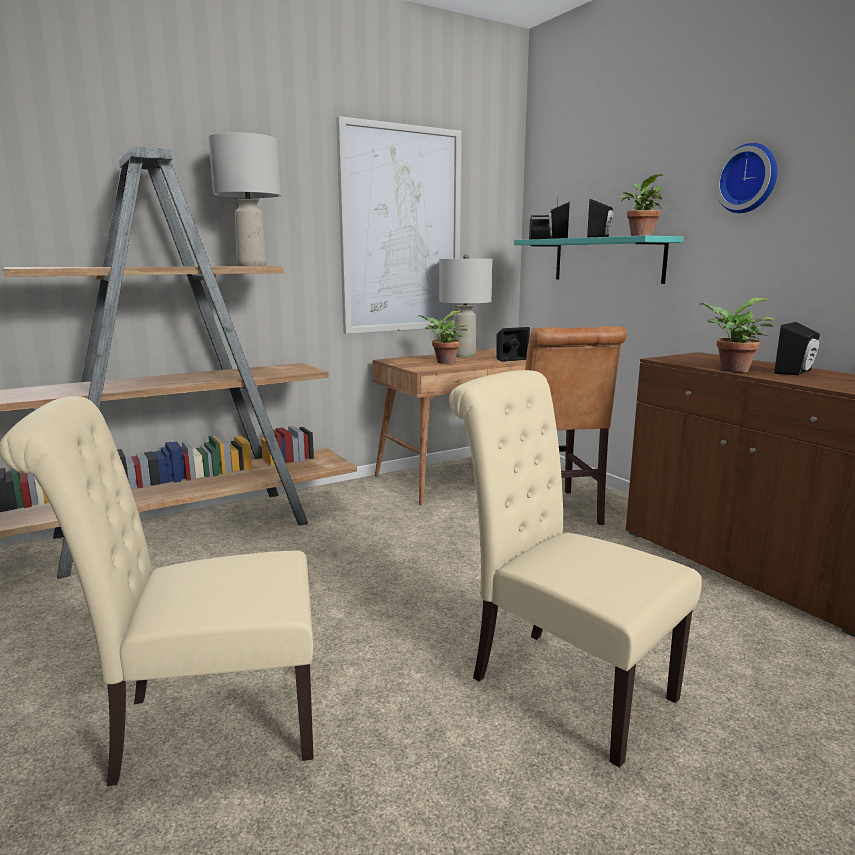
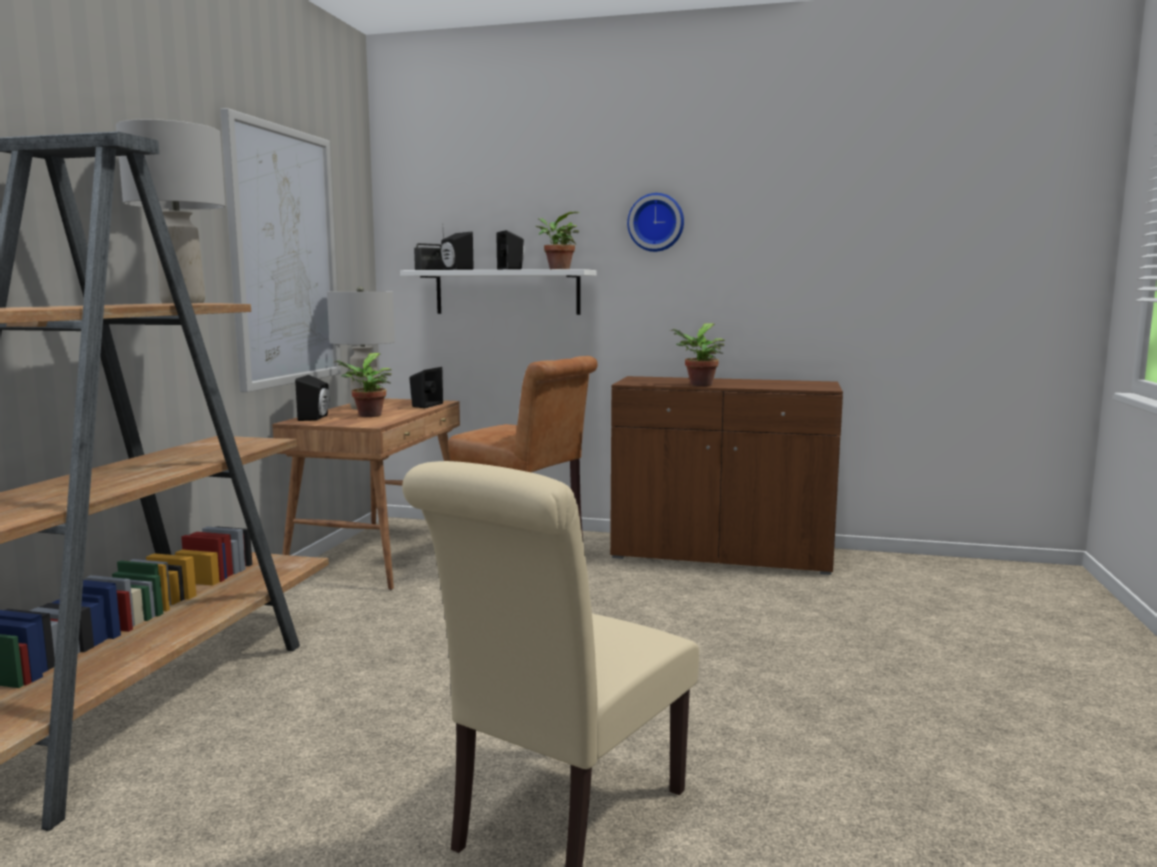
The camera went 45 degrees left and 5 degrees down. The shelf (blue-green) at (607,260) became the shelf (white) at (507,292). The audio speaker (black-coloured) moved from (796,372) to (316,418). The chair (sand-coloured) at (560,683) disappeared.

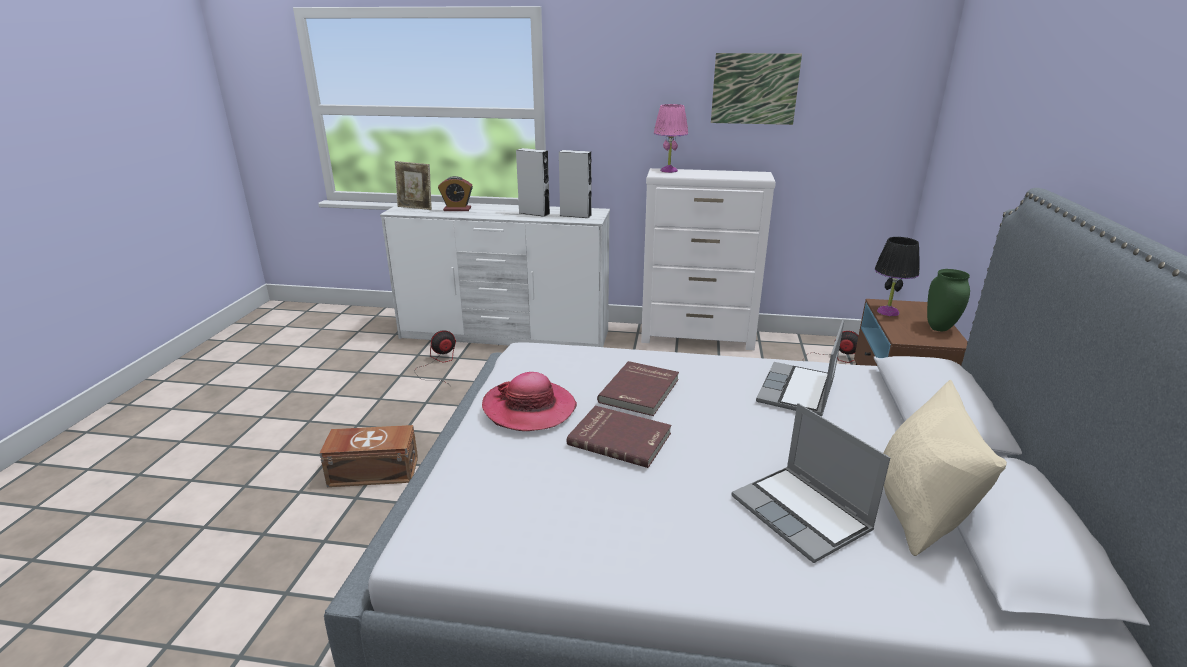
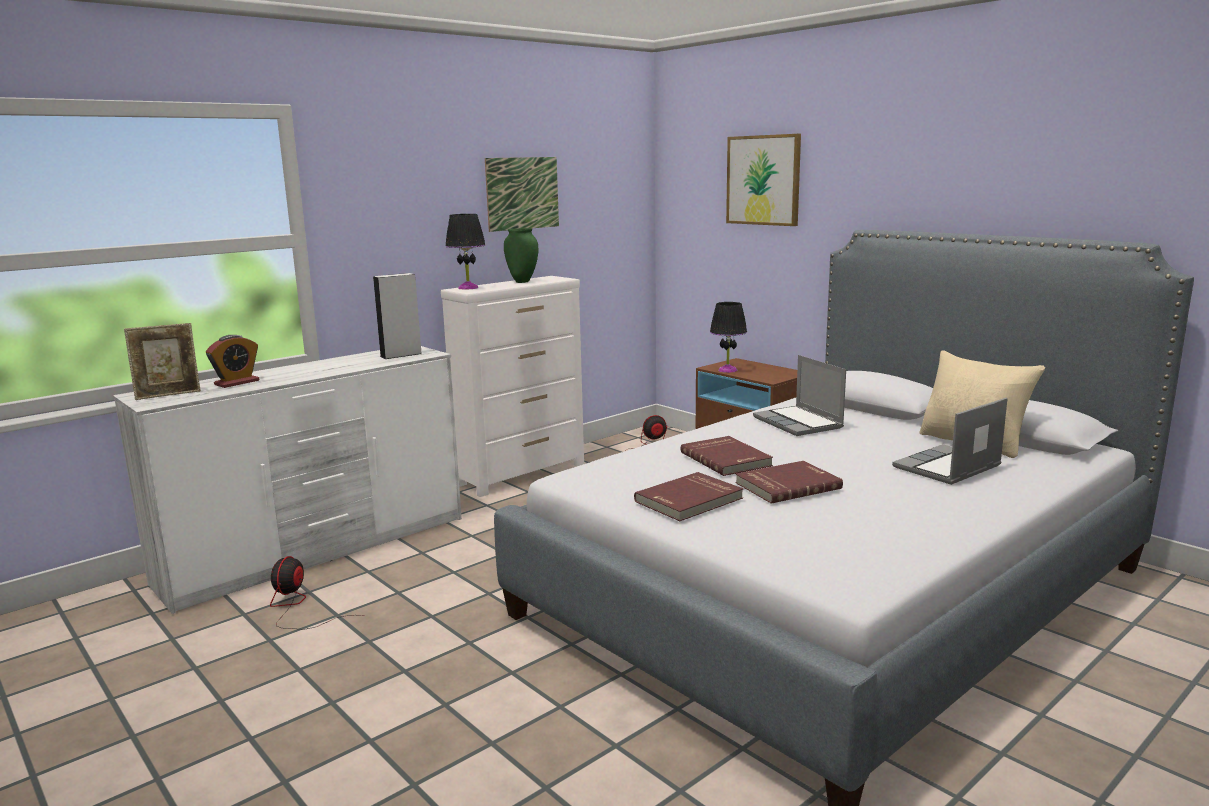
The camera went 50 degrees left and 10 degrees down. The tabletop lamp (pink-coloured) at (668,170) became the tabletop lamp (black-coloured) at (467,288). The audio speaker (gray) at (534,213) disappeared. The decorative vase (green) moved from (940,328) to (523,281). The wearable hat at (529,408) was replaced by the volume (red-coloured) at (690,500). The portable computer at (802,514) turned 135 degrees clockwise. The storage container (brownish) at (372,471) disappeared. The picture at (763,180) appeared.

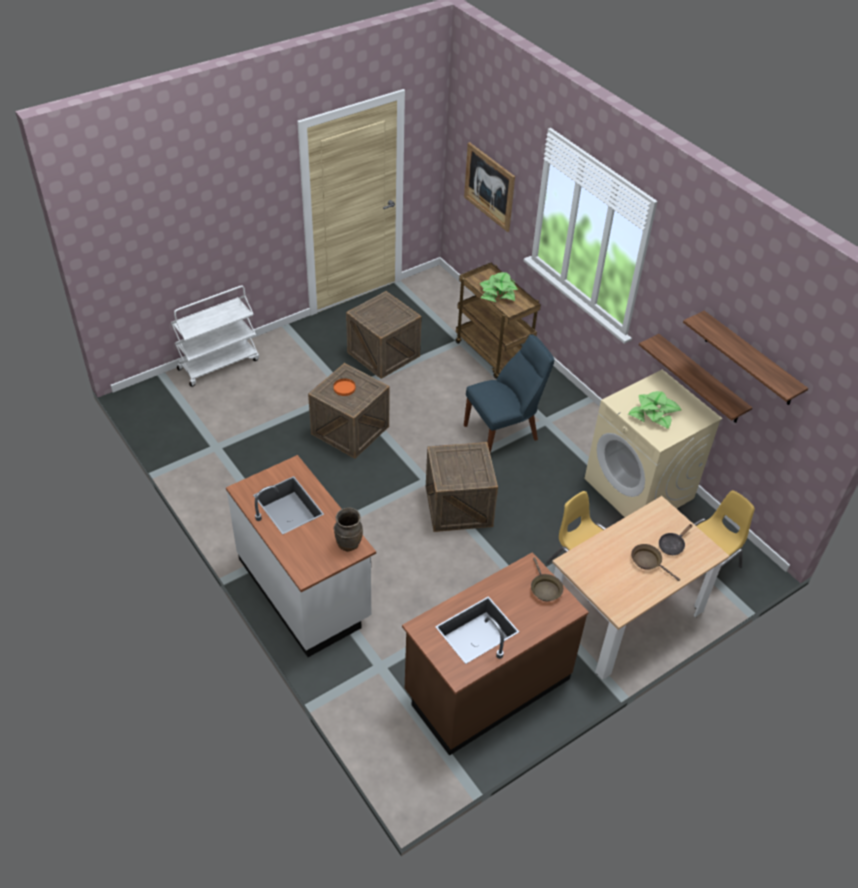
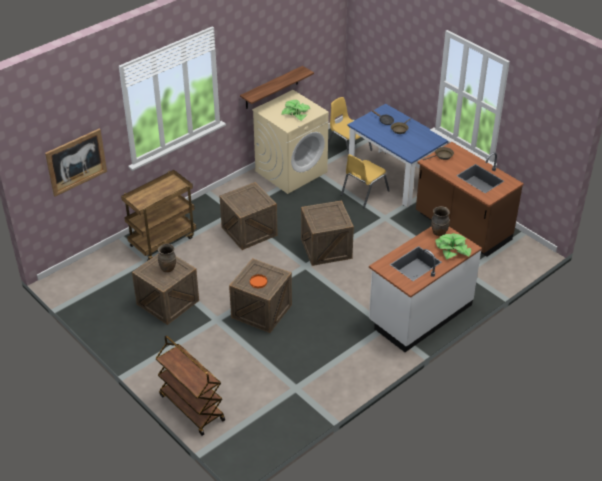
The camera went 95 degrees left and 5 degrees down. The houseplant moved from (498,293) to (452,250). The cart (white) at (219,364) became the cart (brownish) at (191,407). The shelf at (750,359) disappeared. The chair (blue-coloured) at (504,432) was replaced by the shipping crate at (249,231). The kitchen table (sand-coloured) at (624,615) became the kitchen table (blue-coloured) at (394,178). The decorative vase (brownish) at (168,268) appeared.

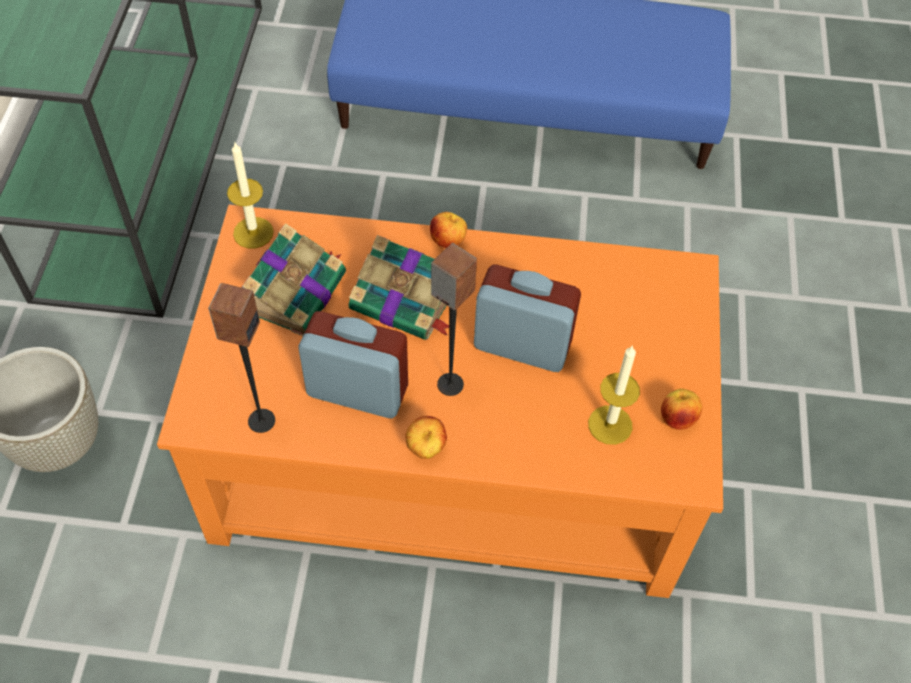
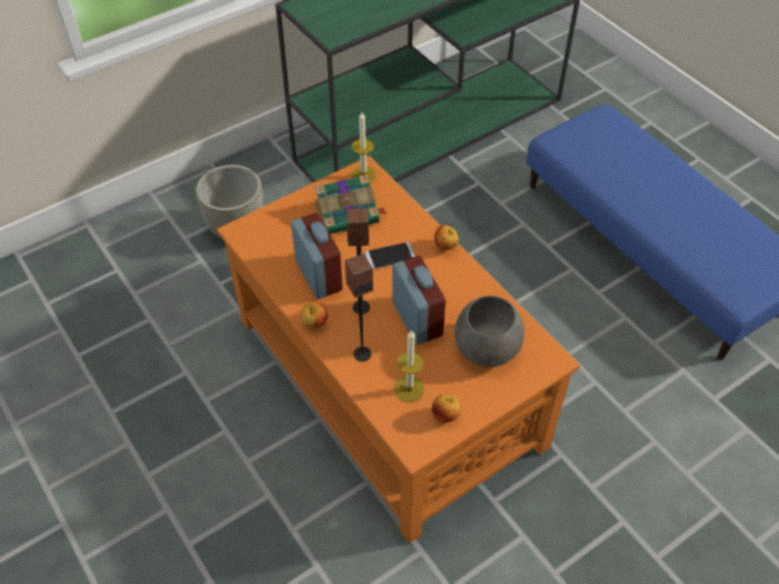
The camera went 50 degrees right and 5 degrees down. The volume at (406,301) was replaced by the phone at (390,256). The audio speaker moved from (261,420) to (362,353). The serving bowl (gray) at (487,348) appeared.

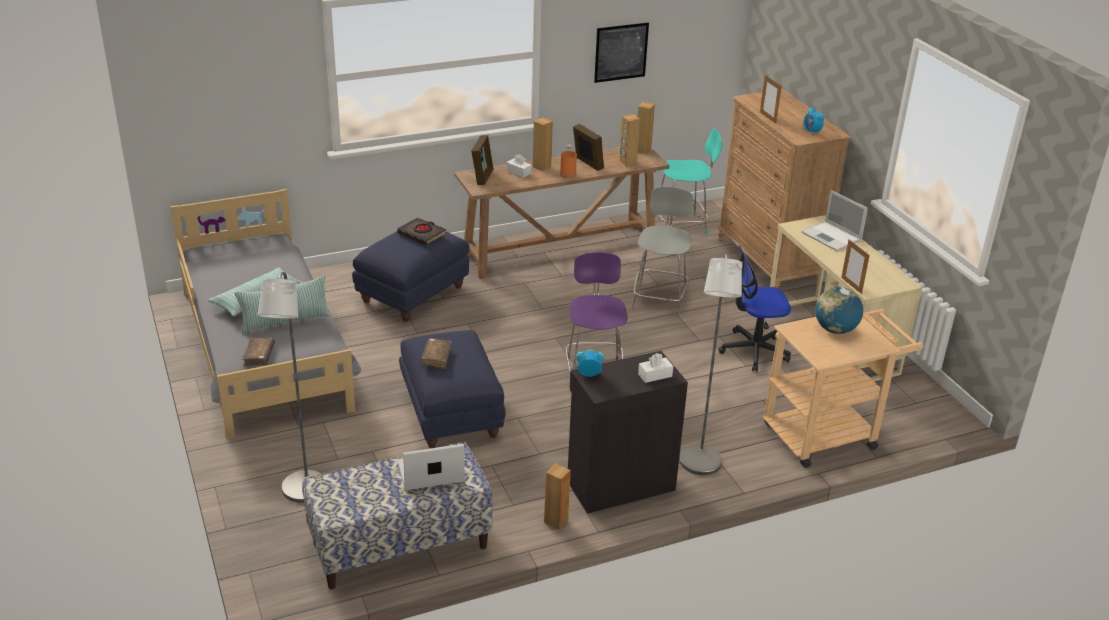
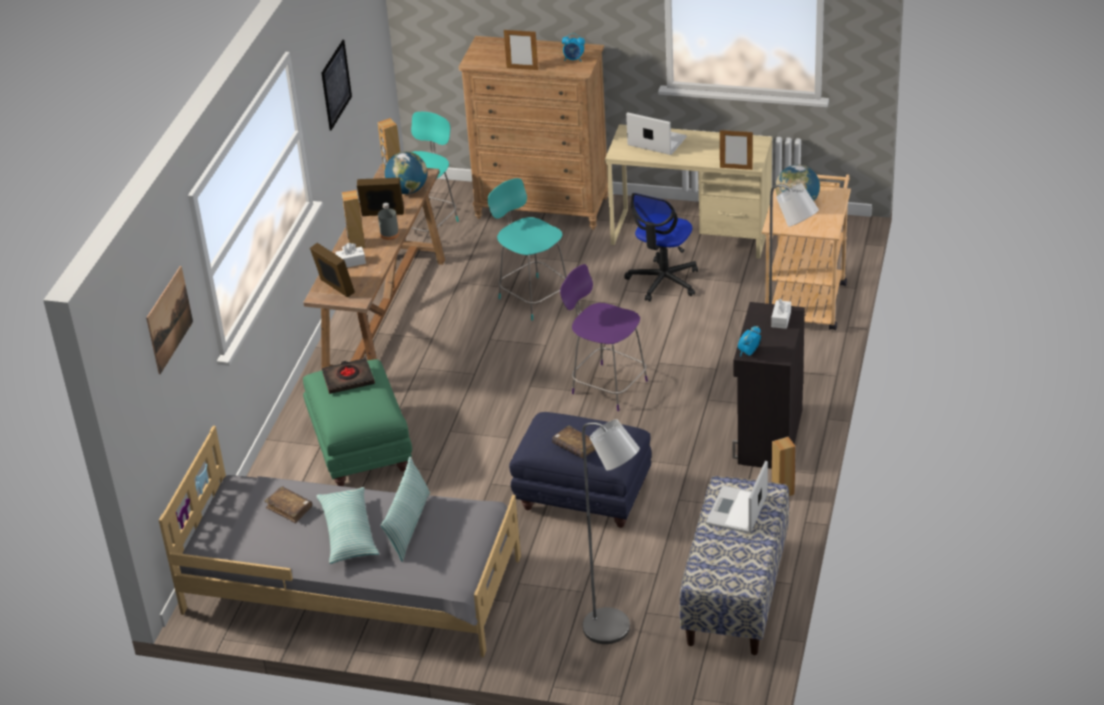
The camera went 50 degrees left and 5 degrees up. The audio speaker (brownish) at (627,162) was replaced by the world globe at (408,190). The drink bottle (orange-coloured) at (568,174) became the drink bottle (gray) at (389,234). The chair (gray) at (659,299) became the chair (blue-green) at (533,297). The portable computer at (832,237) turned 150 degrees counterclockwise. The footrest (blue-coloured) at (413,294) became the footrest (green) at (360,447). The volume (brownish) moved from (259,356) to (289,508). The picture at (169,319) appeared.

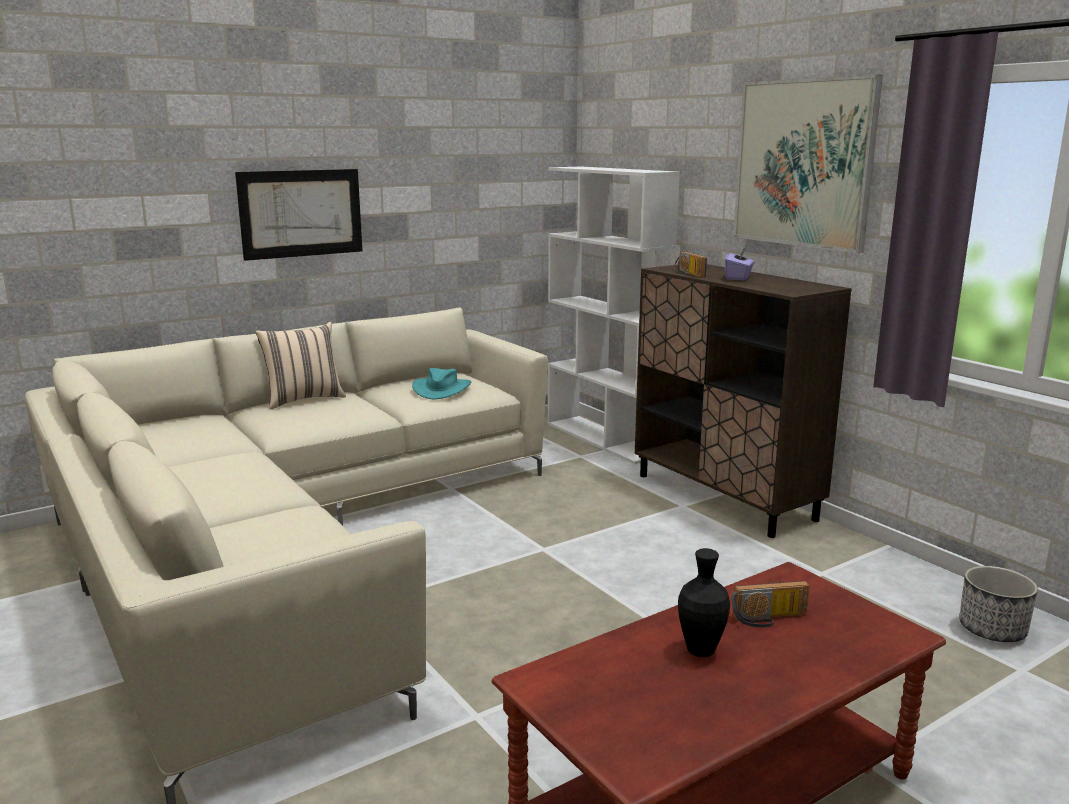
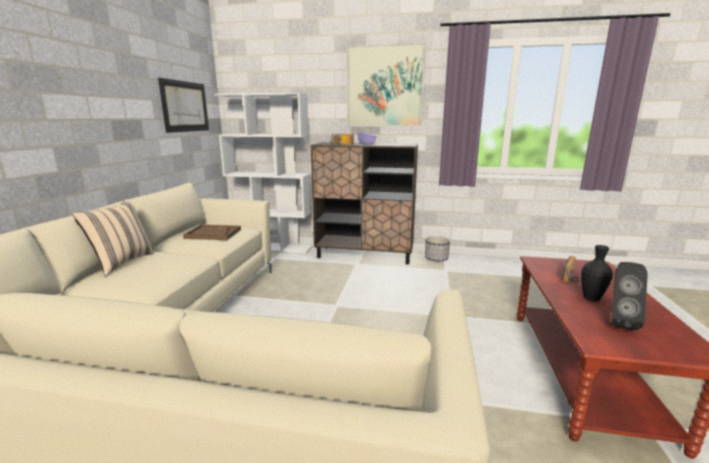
The camera went 45 degrees left and 0 degrees up. The picture moved from (301,213) to (185,106). The wearable hat (blue-green) at (441,389) was replaced by the serving tray (brownish) at (213,234). The plant pot moved from (992,630) to (436,259). The audio speaker (black-coloured) at (618,322) appeared.

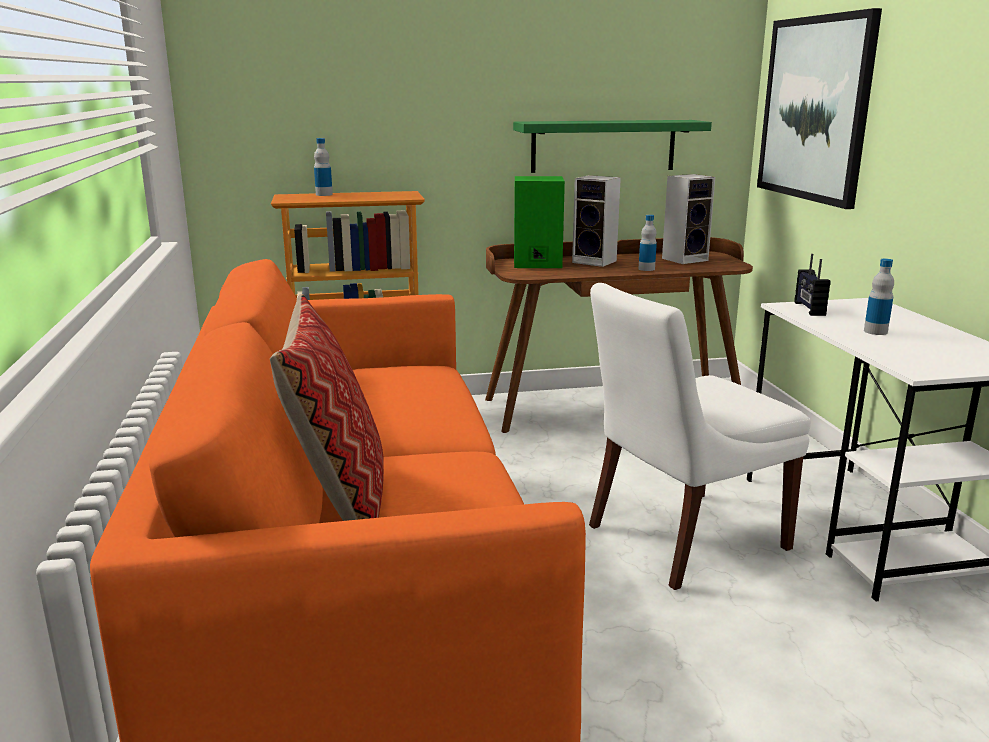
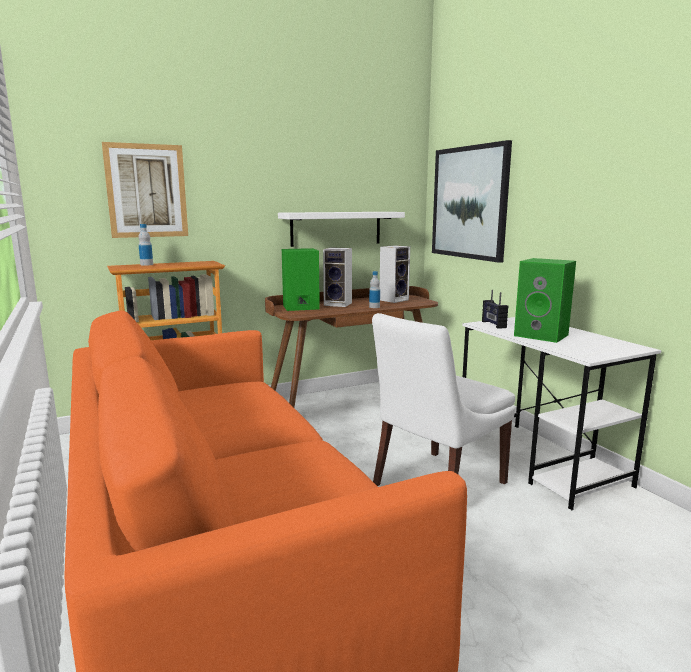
The camera went 15 degrees left and 5 degrees down. The shelf (green) at (603,146) became the shelf (white) at (336,228). The drink bottle at (875,331) was replaced by the audio speaker (green) at (542,335). The cushion at (339,501) disappeared. The picture at (146,191) appeared.

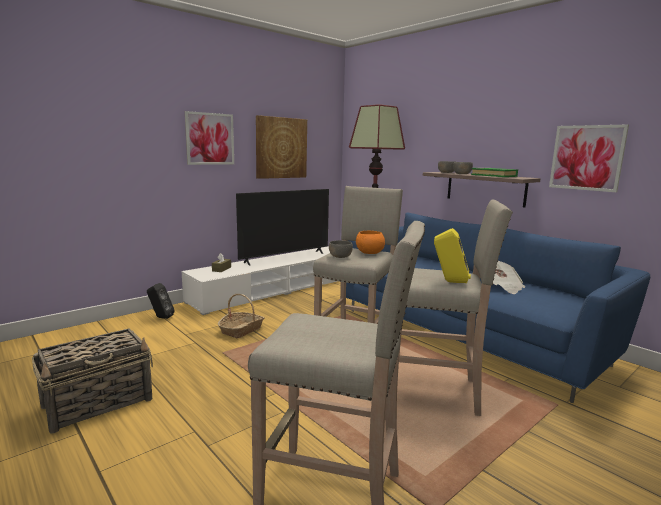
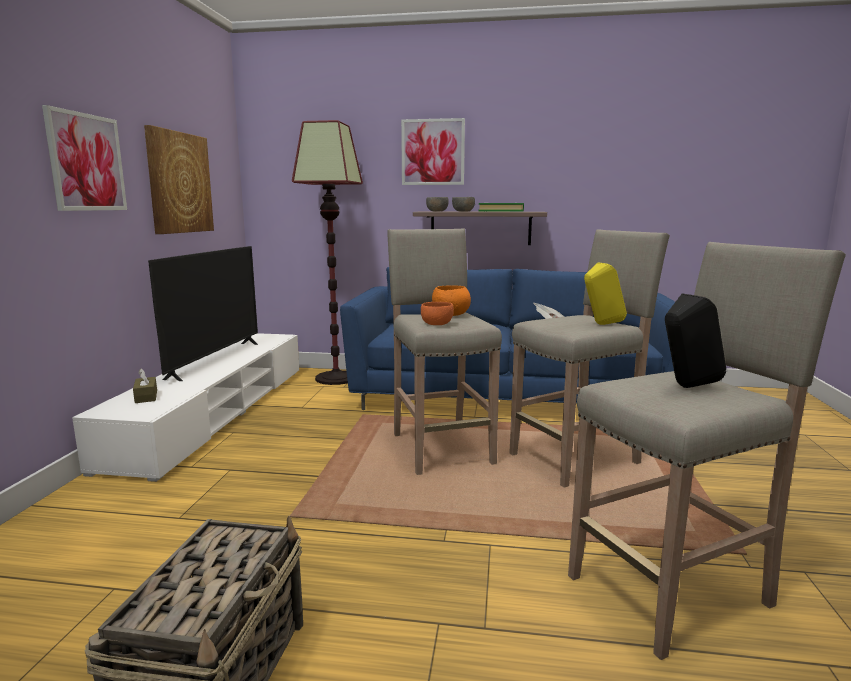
The camera went 40 degrees left and 0 degrees up. The picture moved from (586,158) to (433,152). The serving bowl (gray) at (340,256) became the serving bowl (orange-coloured) at (436,324). The audio speaker (black-coloured) moved from (160,317) to (686,387). The storage basket at (241,330) disappeared.

